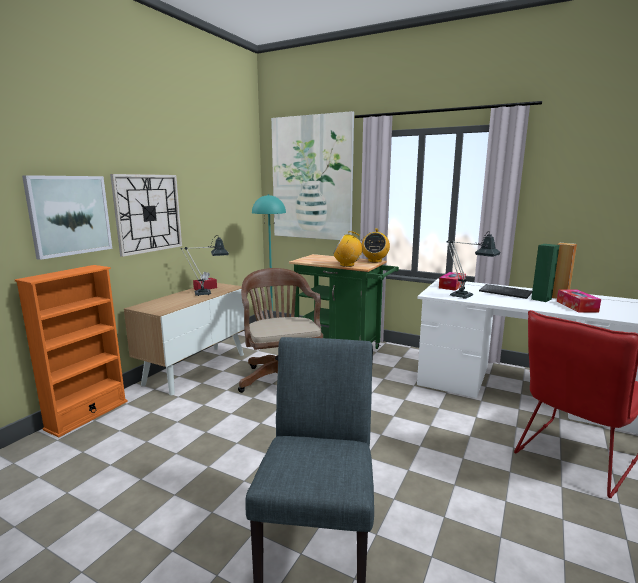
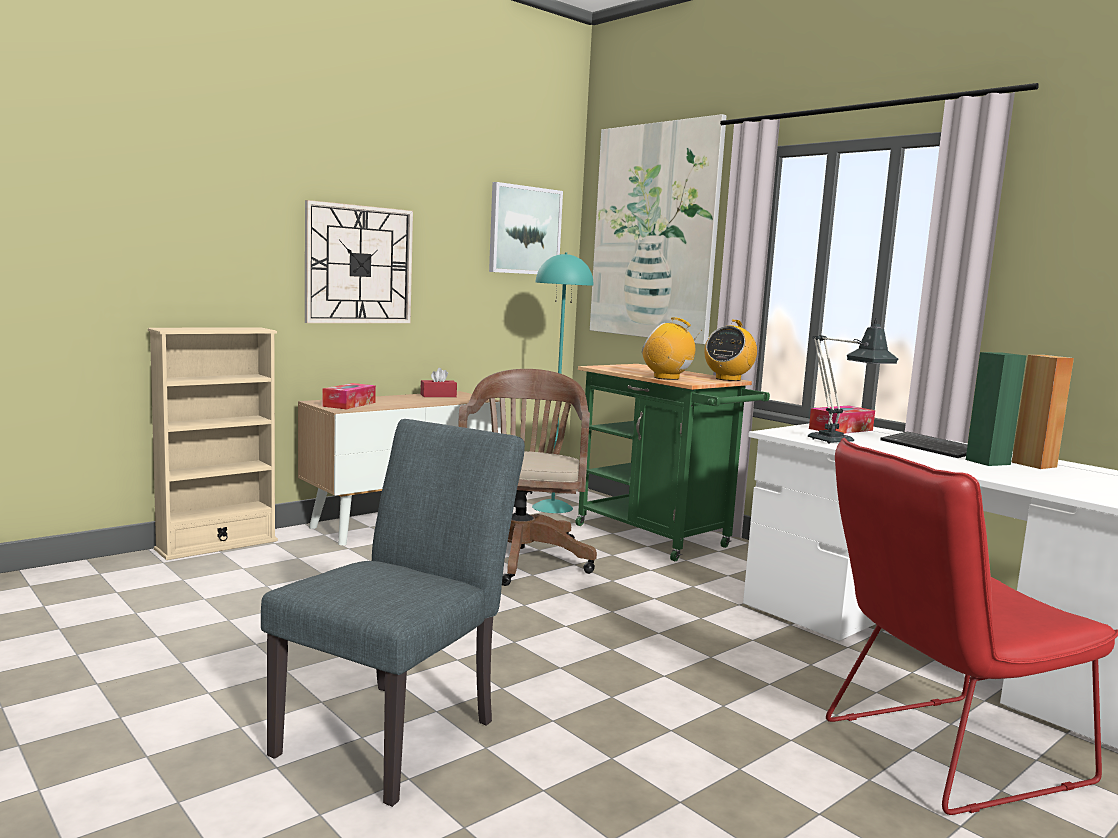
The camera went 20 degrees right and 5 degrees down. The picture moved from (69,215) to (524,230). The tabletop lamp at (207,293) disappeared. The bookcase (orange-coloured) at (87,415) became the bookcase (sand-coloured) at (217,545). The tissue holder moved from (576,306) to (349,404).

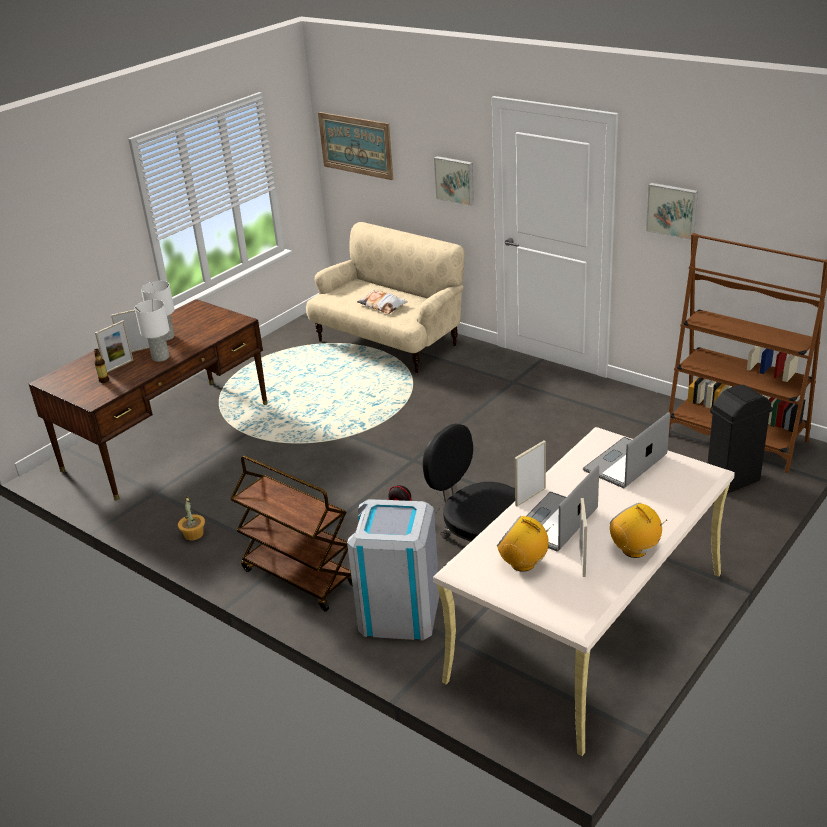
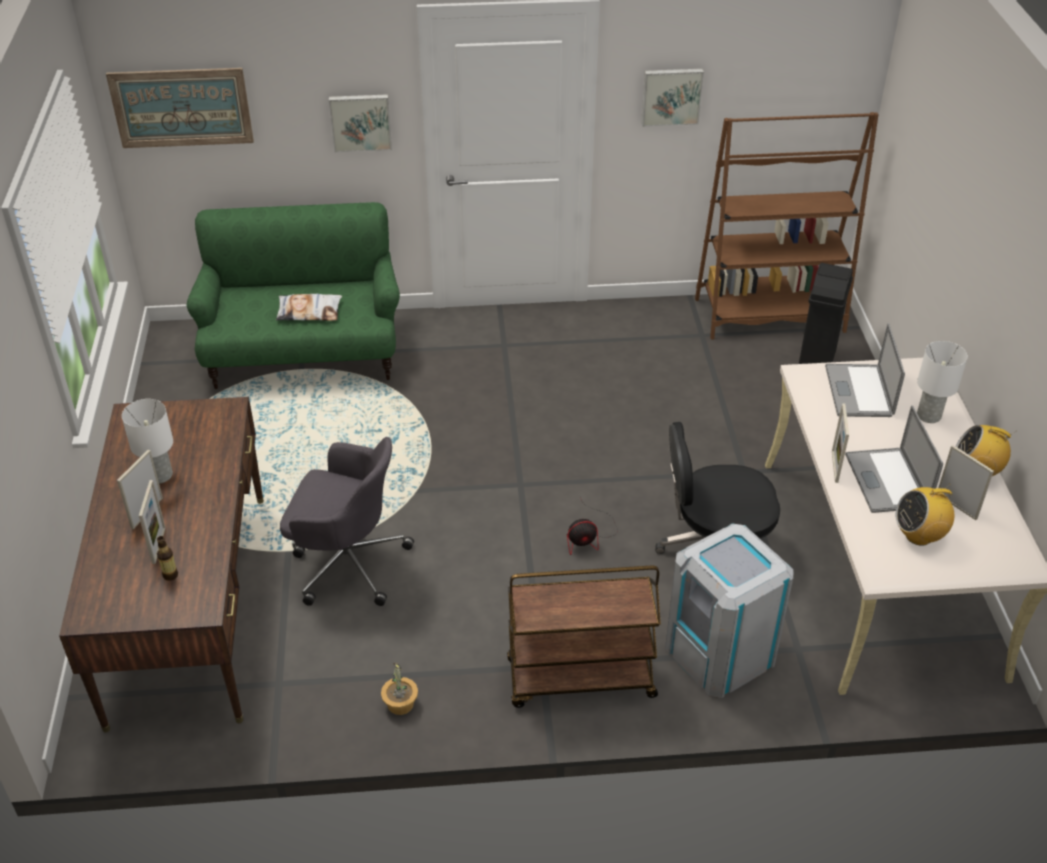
The camera went 45 degrees left and 10 degrees up. The couch (sand-coloured) at (389,342) became the couch (green) at (304,354). The tabletop lamp (white) moved from (160,357) to (929,416). The office chair (gray) at (347,562) appeared.

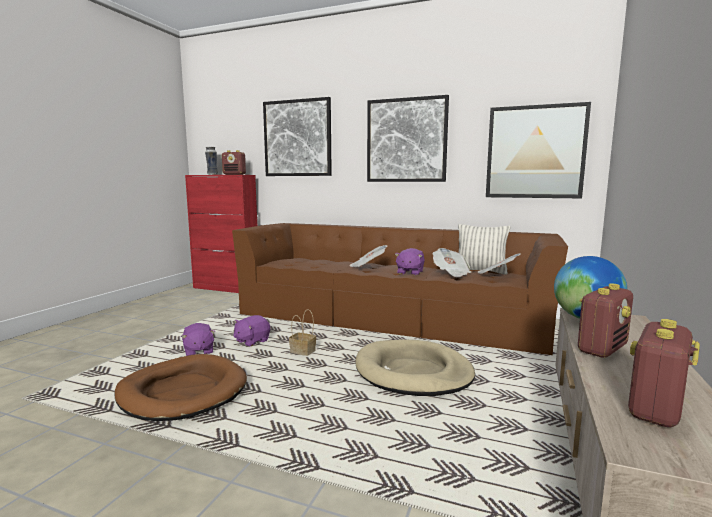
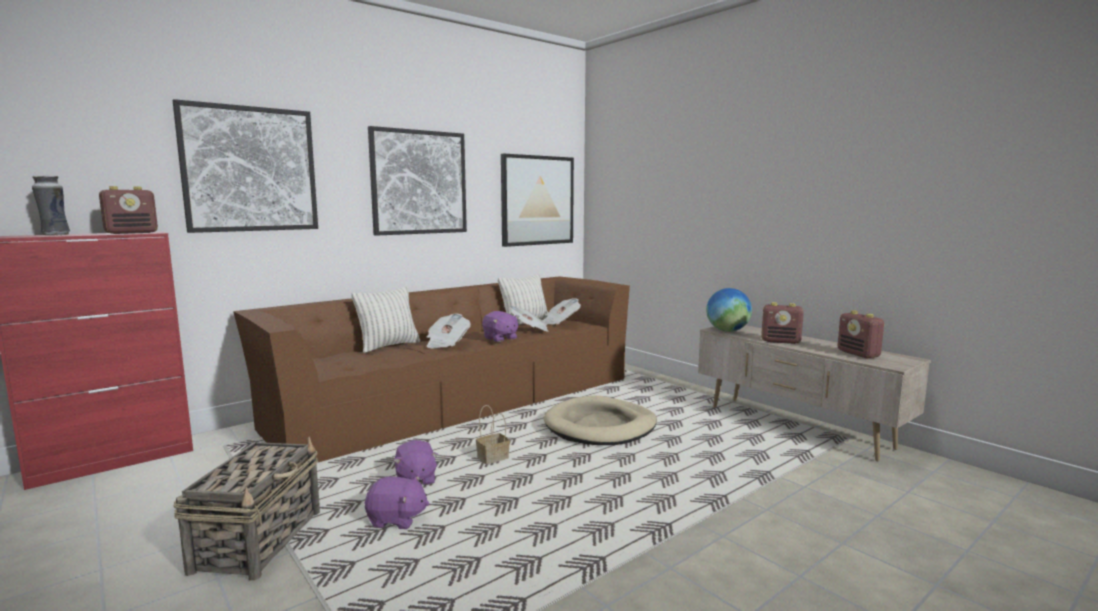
The camera went 60 degrees left and 0 degrees up. The radio set at (602,349) turned 120 degrees clockwise. The pet bed (brownish) at (183,392) disappeared. The cushion at (388,346) appeared. The storage basket at (259,540) appeared.

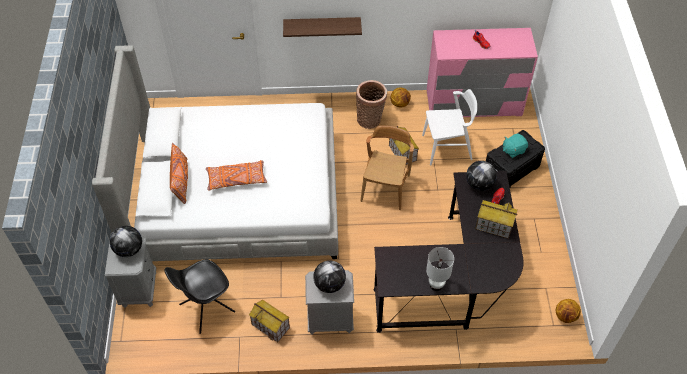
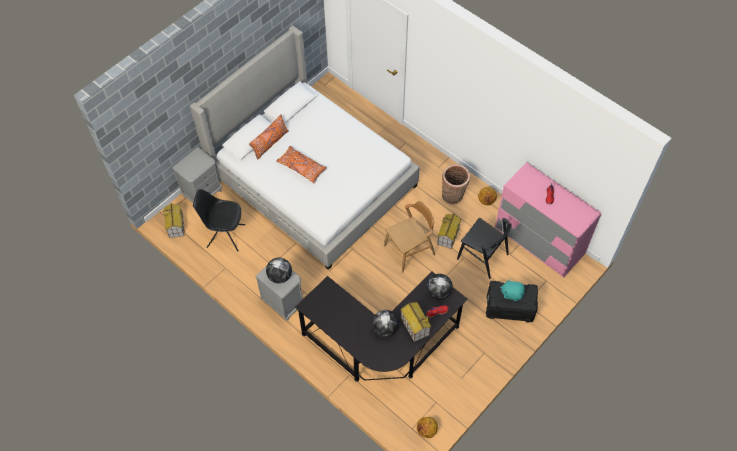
The camera went 45 degrees right and 5 degrees up. The shelf at (322,26) disappeared. The chair (white) at (447,147) became the chair (black-coloured) at (482,257). The world globe moved from (129,249) to (385,329). The tabletop lamp (white) at (436,285) disappeared. The toy house moved from (271,326) to (176,226).

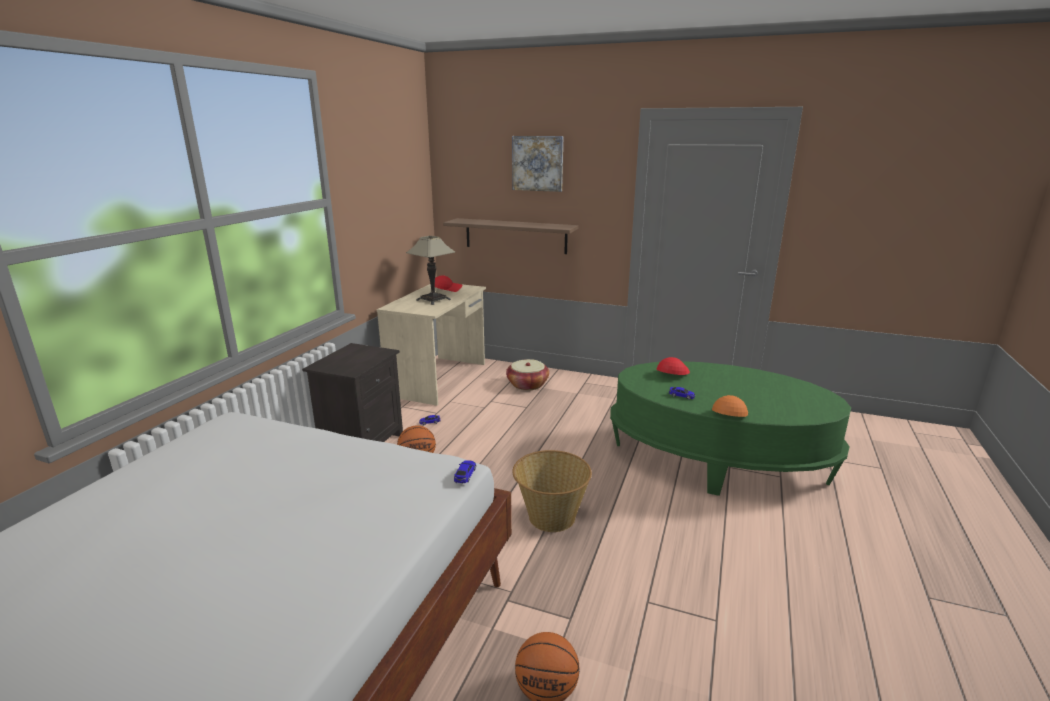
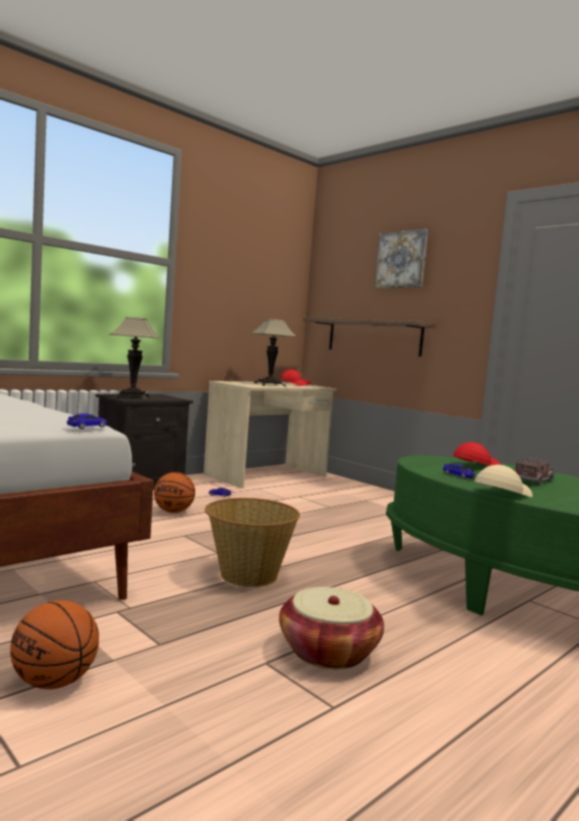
The camera went 25 degrees right and 15 degrees down. The storage basket moved from (527,384) to (328,651). The cap (orange-coloured) at (728,413) became the cap (sand-coloured) at (501,493). The tabletop lamp at (132,396) appeared. The toy lorry at (532,481) appeared.

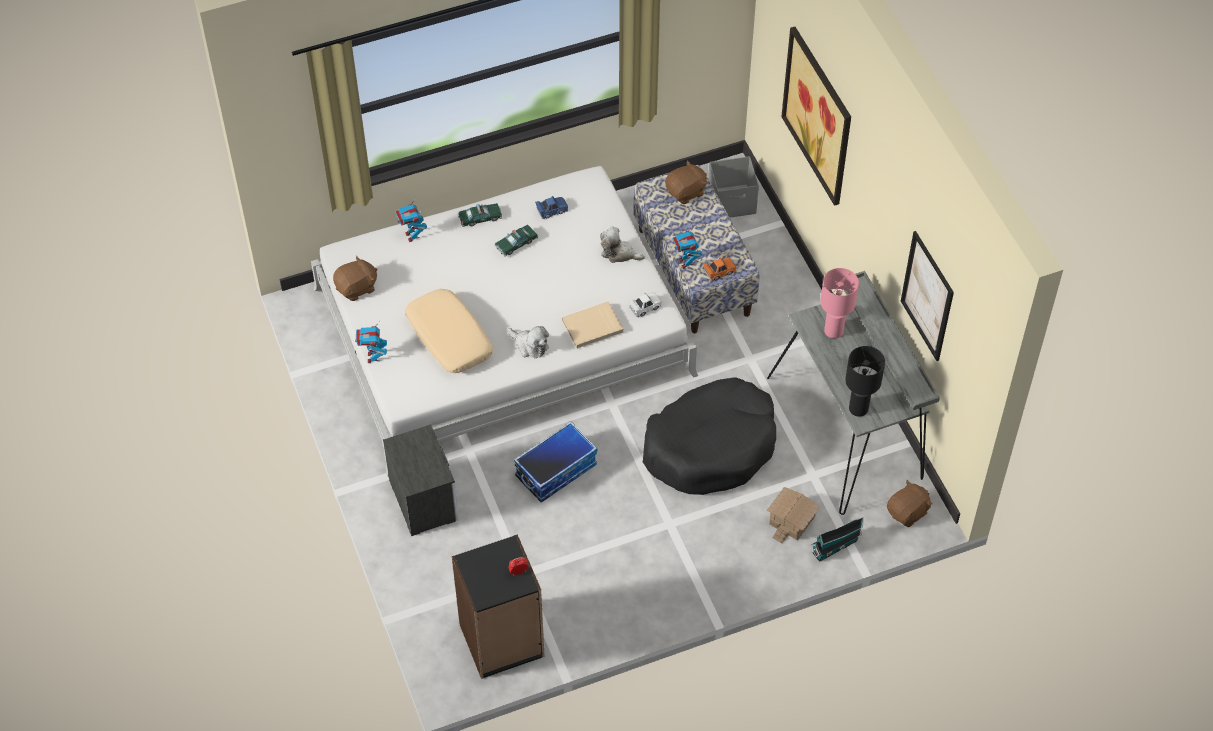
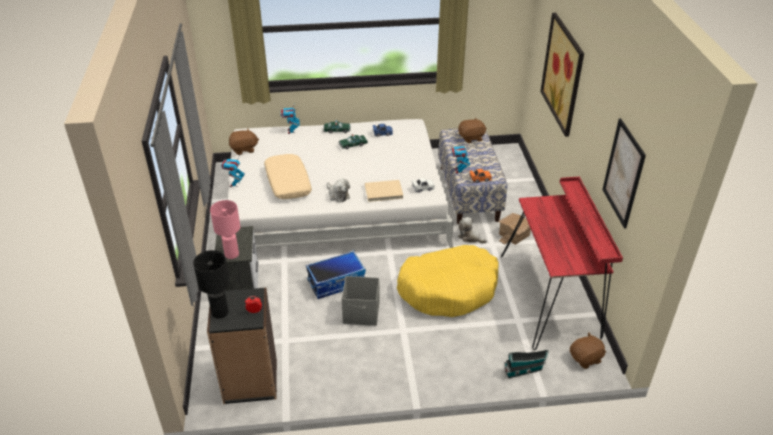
The camera went 15 degrees right and 15 degrees down. The storage container (gray) moved from (732,202) to (362,313). The cuddly toy moved from (619,253) to (470,237). The tabletop lamp (pink-coloured) moved from (833,331) to (231,255). The desk unit (gray) at (849,429) became the desk unit (red-coloured) at (552,297). The tabletop lamp (black-coloured) moved from (858,409) to (219,313). The pet bed (black-coloured) at (710,446) became the pet bed (yellow) at (449,289). The toy house moved from (793,521) to (514,235).

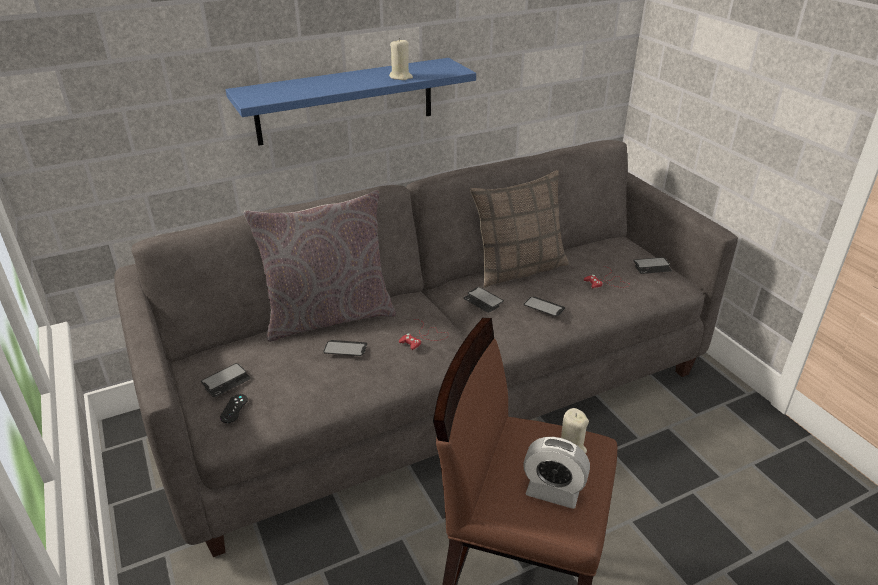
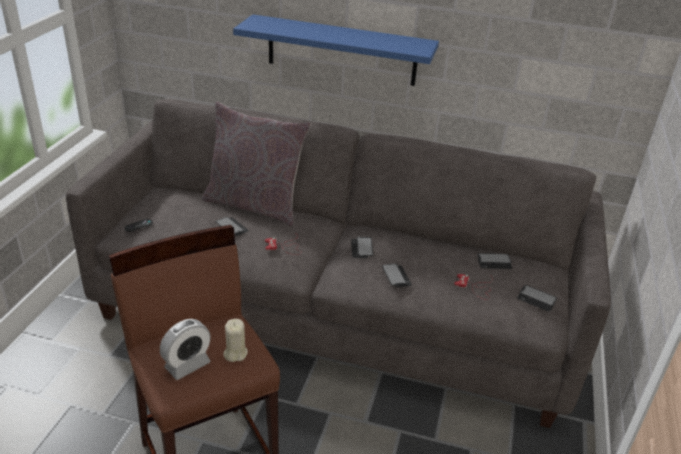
The camera went 40 degrees right and 0 degrees up. The candle (sand-coloured) at (401,77) disappeared. The cushion at (519,268) disappeared. The phone moved from (226,381) to (494,262). The table clock at (552,492) turned 105 degrees counterclockwise.

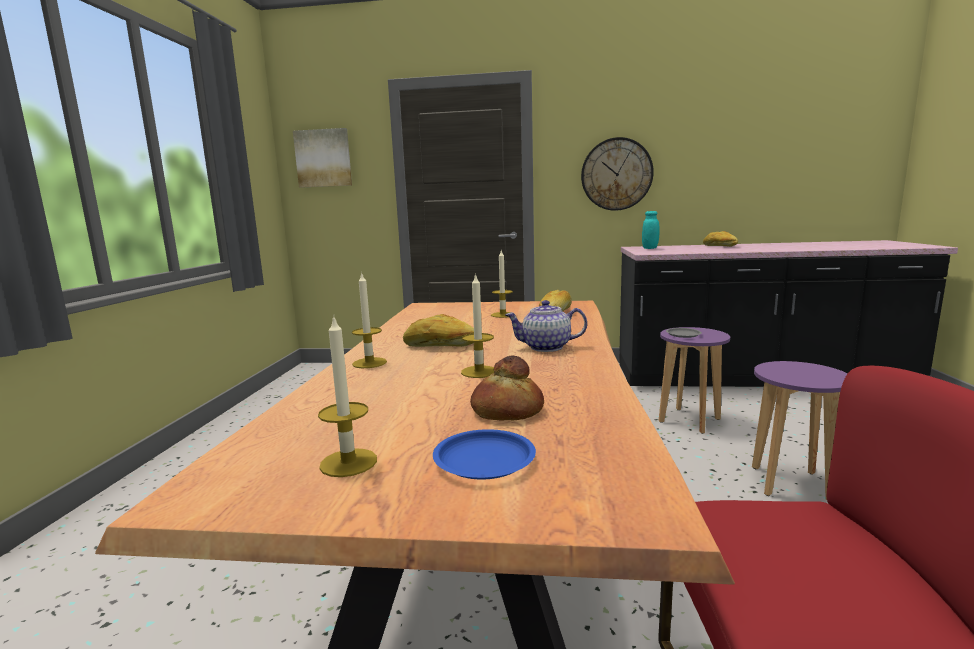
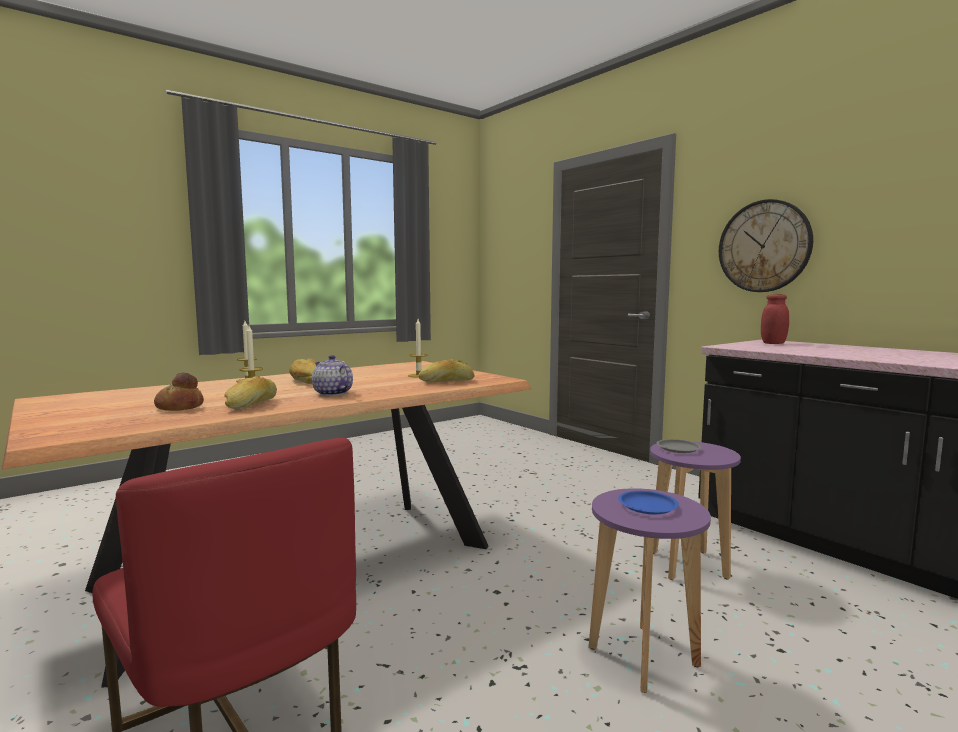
The camera went 45 degrees right and 5 degrees down. The picture at (323,158) disappeared. The jar (blue-green) at (650,248) became the jar (red-coloured) at (773,343). The bread moved from (719,246) to (252,405). The candle at (348,462) disappeared. The flat dish (blue-coloured) moved from (485,460) to (648,506).

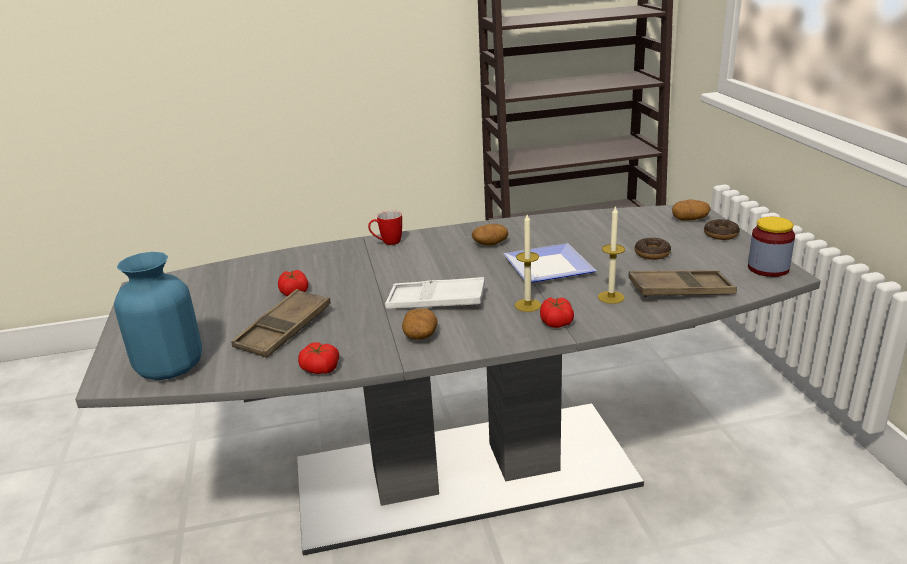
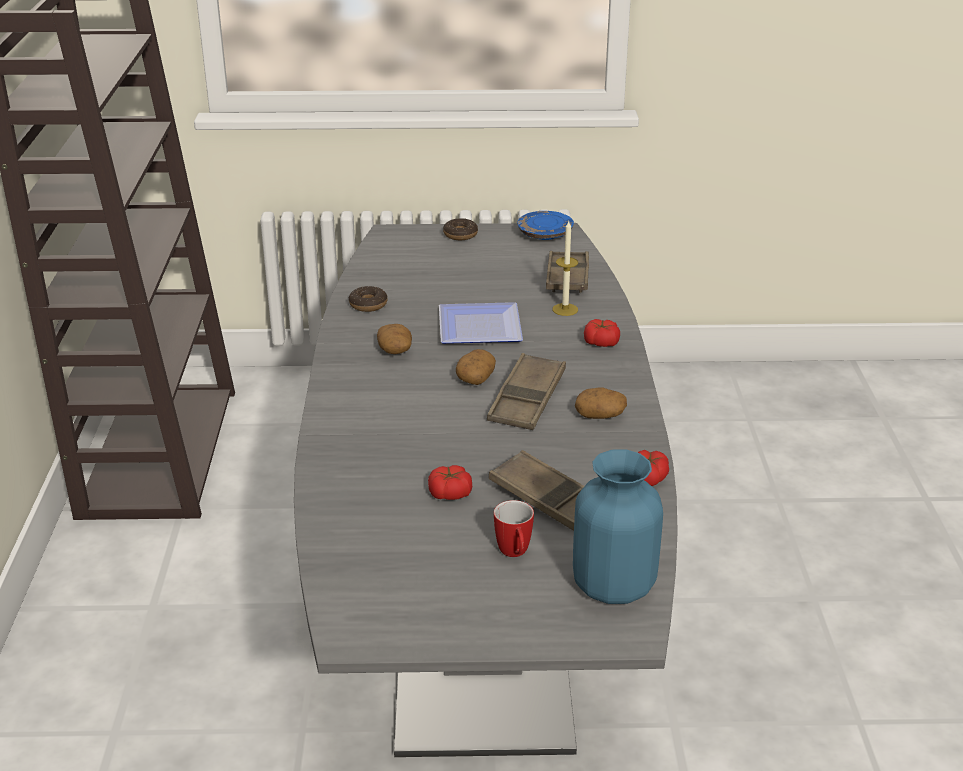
The camera went 80 degrees left and 5 degrees up. The potato moved from (690,219) to (475,378). The coffee mug moved from (387,243) to (515,554). The candle at (528,305) disappeared. The jar at (768,268) was replaced by the flat dish (blue-coloured) at (545,234). The donut moved from (652,254) to (368,304). The serving tray (white) at (436,301) became the serving tray (brownish) at (527,399).

